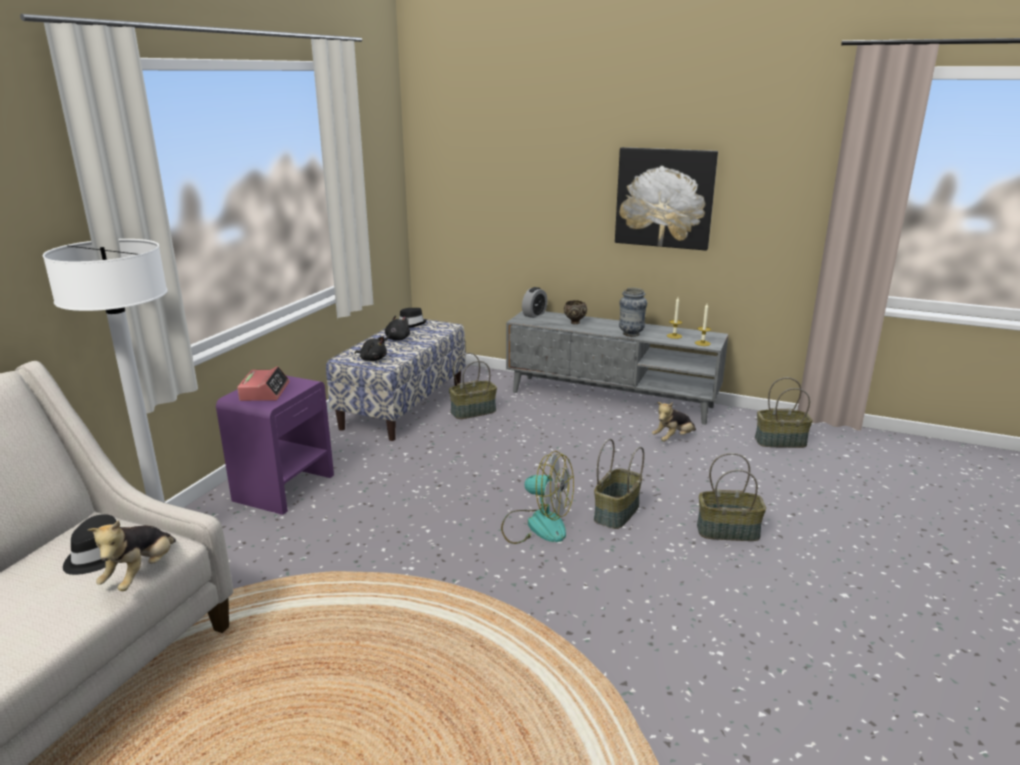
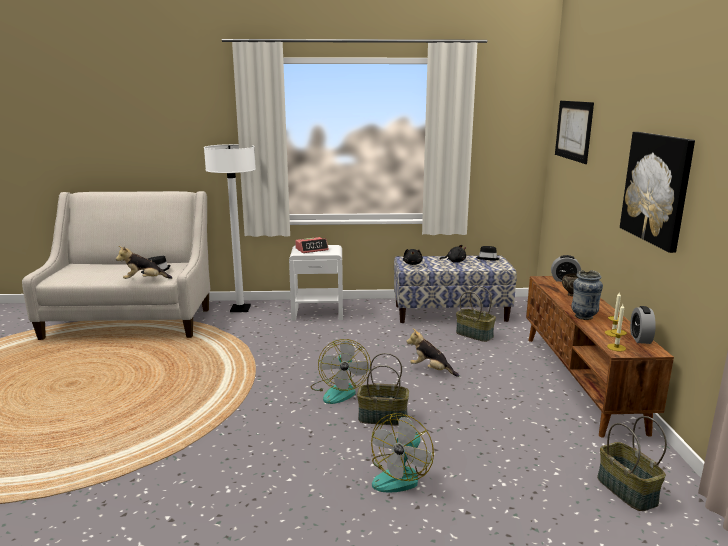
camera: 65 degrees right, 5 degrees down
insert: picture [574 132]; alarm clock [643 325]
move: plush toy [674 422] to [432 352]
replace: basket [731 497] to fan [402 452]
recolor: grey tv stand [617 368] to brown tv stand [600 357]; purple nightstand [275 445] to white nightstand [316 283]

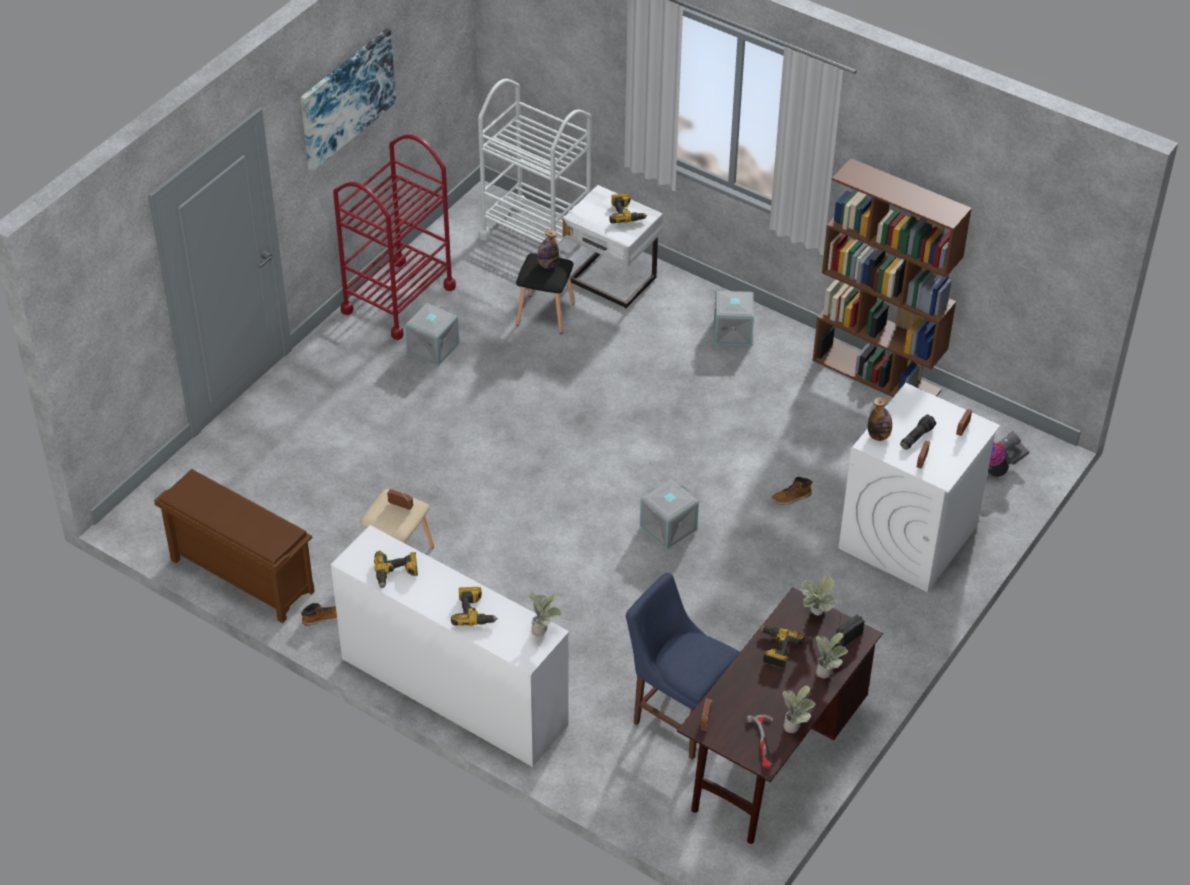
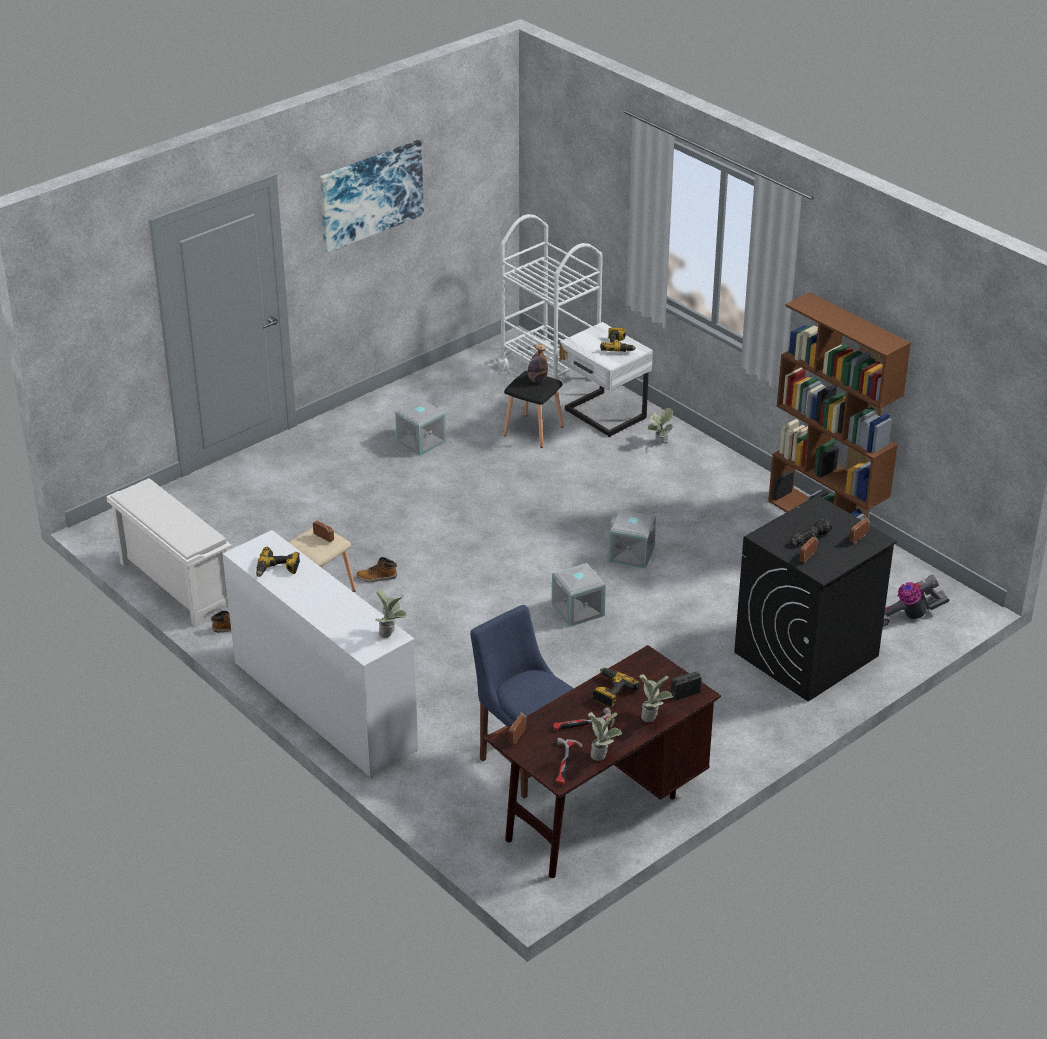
camera: 15 degrees right, 10 degrees down
delete: red cart [394 237]; bottle [880 419]; power drill [474 606]
insert: hammer [584 719]
move: grey storage box [734 318] to [632 539]; boot [792 491] to [376 569]; potted plant [818 595] to [660 425]
recolor: white washing machine [919 487] to black washing machine [815 598]; brown shoe rack [234 546] to white shoe rack [169 552]

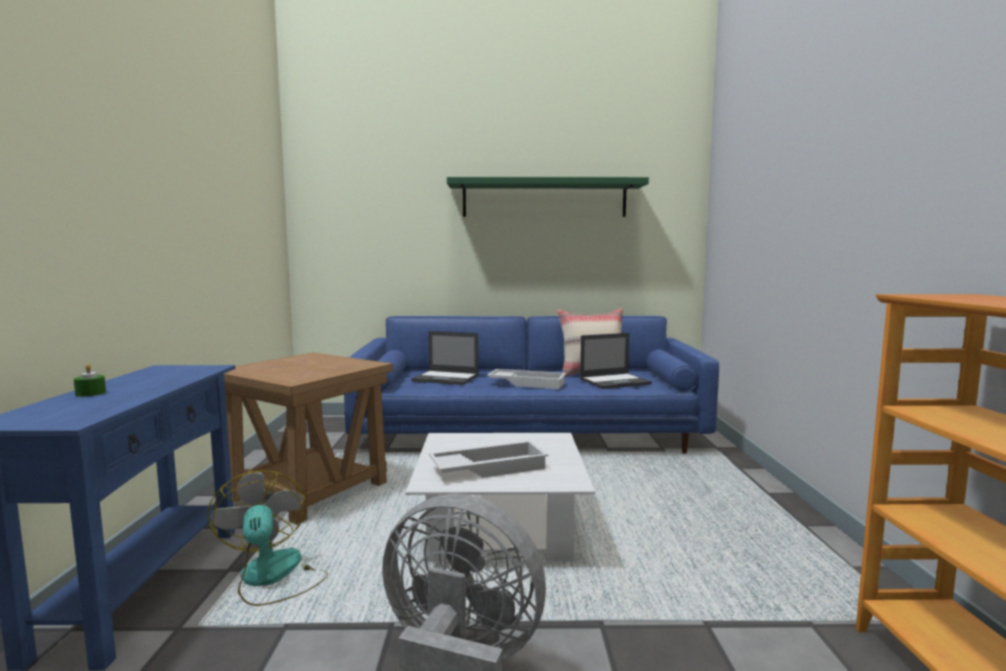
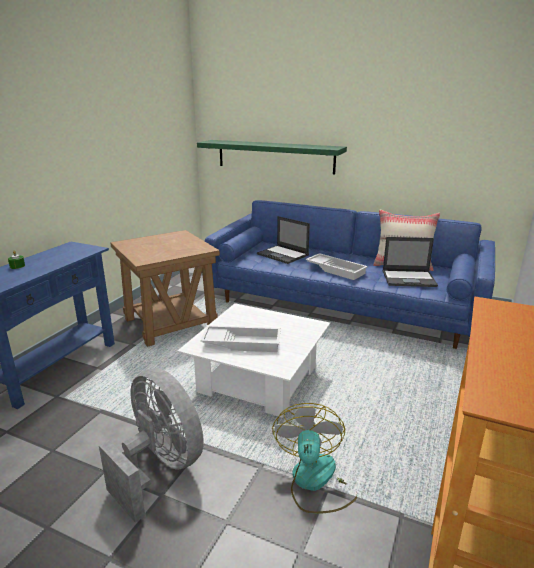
camera: 25 degrees right, 15 degrees up
move: green shelf [548 197] to [272 157]; fan [267 538] to [314 458]

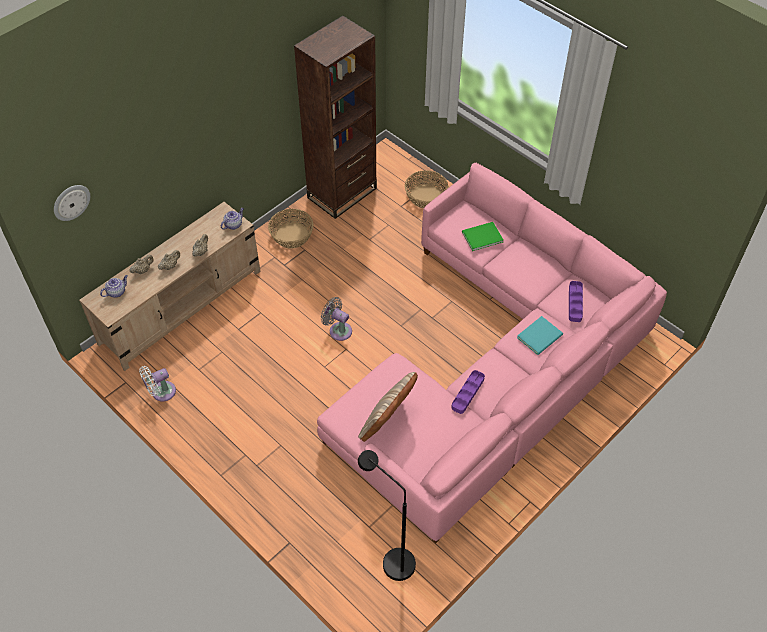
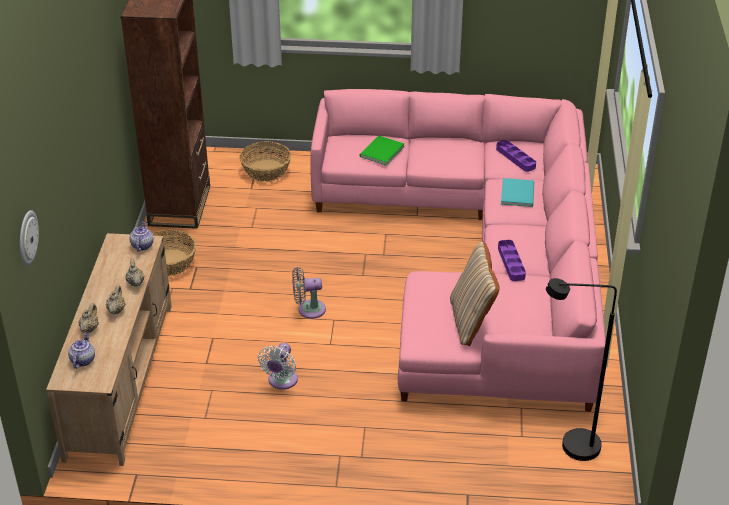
camera: 40 degrees left, 15 degrees down
move: white fan [157 384] to [278 366]

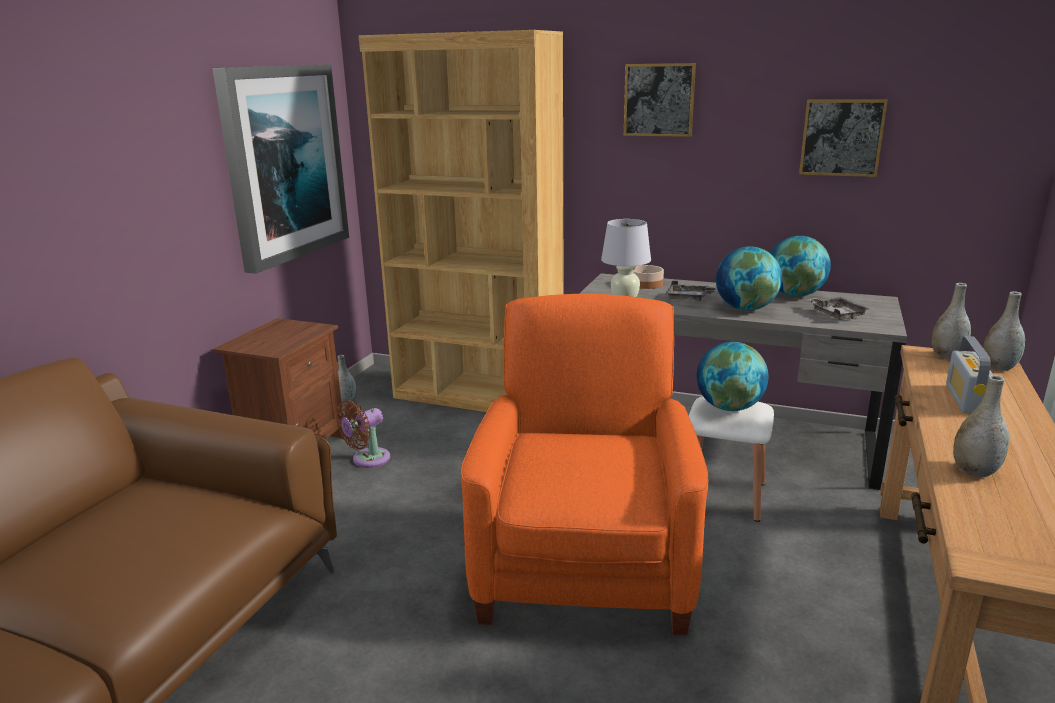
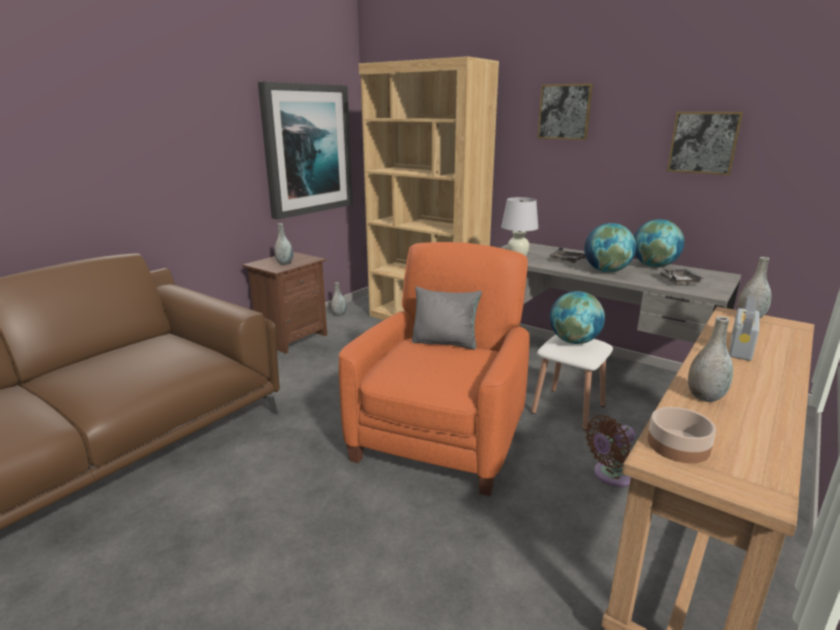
camera: 15 degrees right, 0 degrees up
insert: grey pillow [447 318]
move: bowl [648 277] to [682 435]; grey vase [1004 331] to [283 244]; brown fan [363 434] to [610 451]

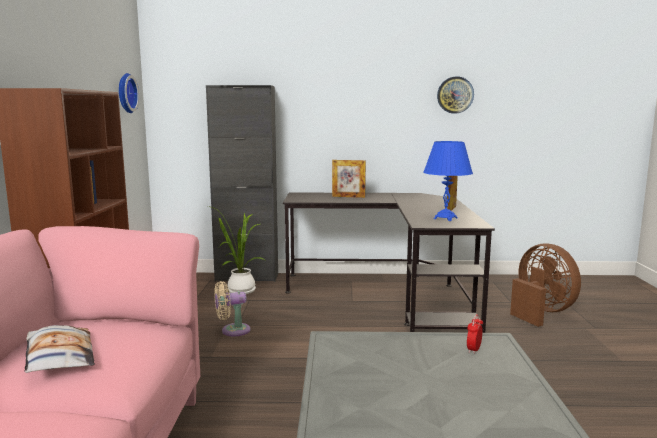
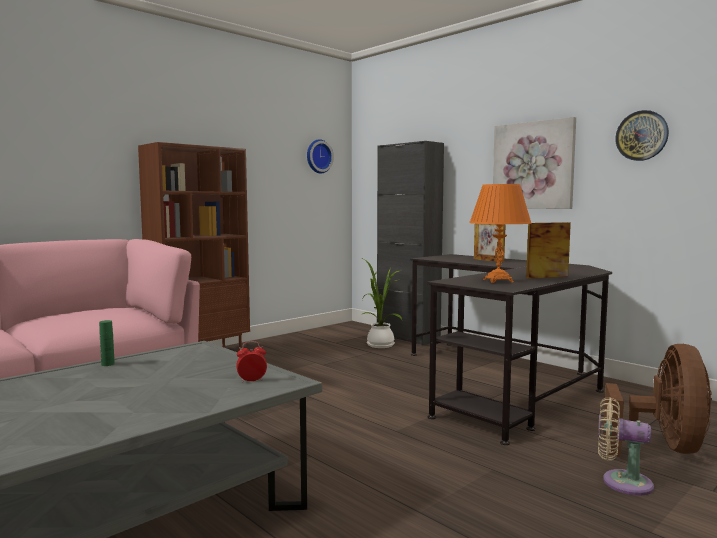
camera: 45 degrees right, 5 degrees down
delete: pillow [60 349]
insert: picture [534 163]; green bottle [107 343]
move: beige fan [232 308] to [626 446]
recolor: blue table lamp [448 181] to orange table lamp [500 233]

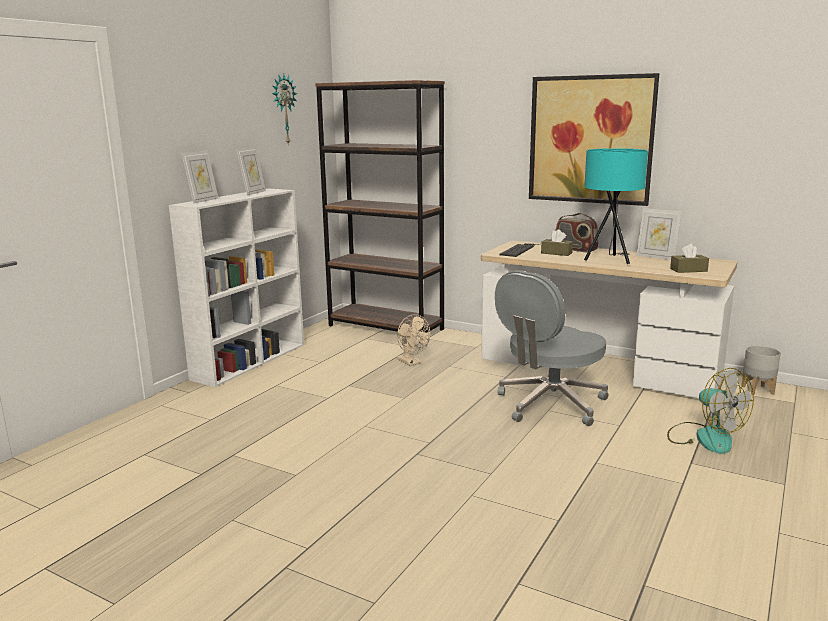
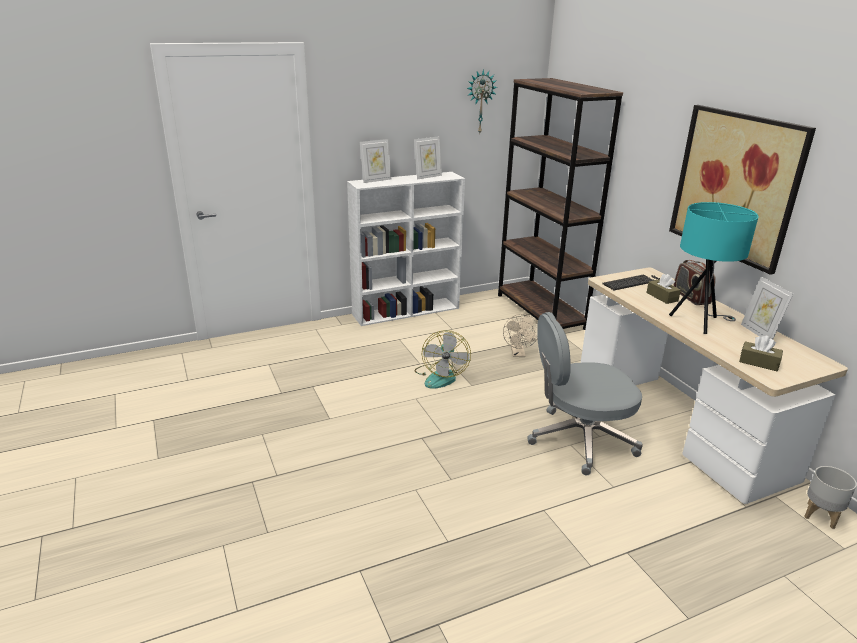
camera: 35 degrees right, 10 degrees up
move: fan [710 411] to [442 359]

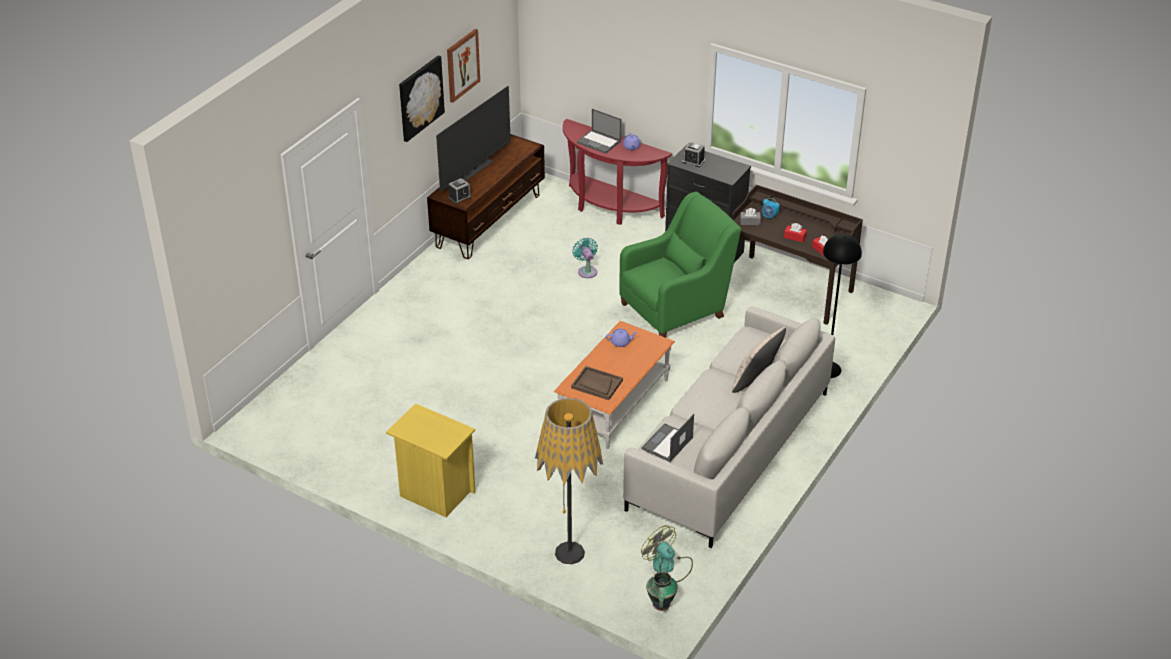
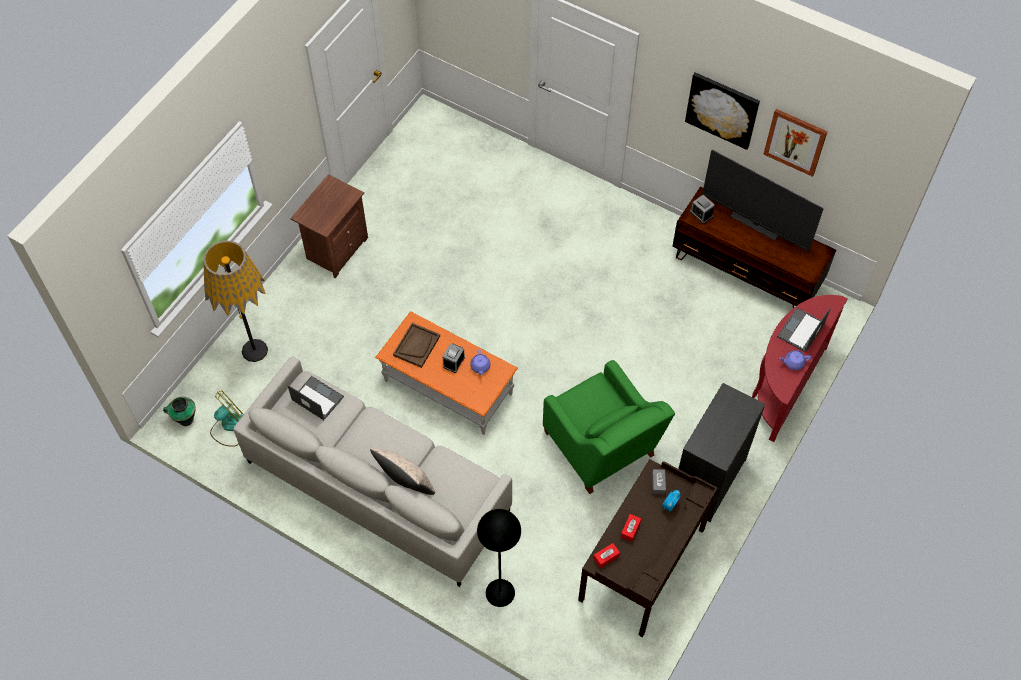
camera: 90 degrees right, 20 degrees up
delete: turquoise fan [585 258]
move: alarm clock [693 154] to [453 358]
recolor: yellow nightstand [430 460] to brown nightstand [329 226]

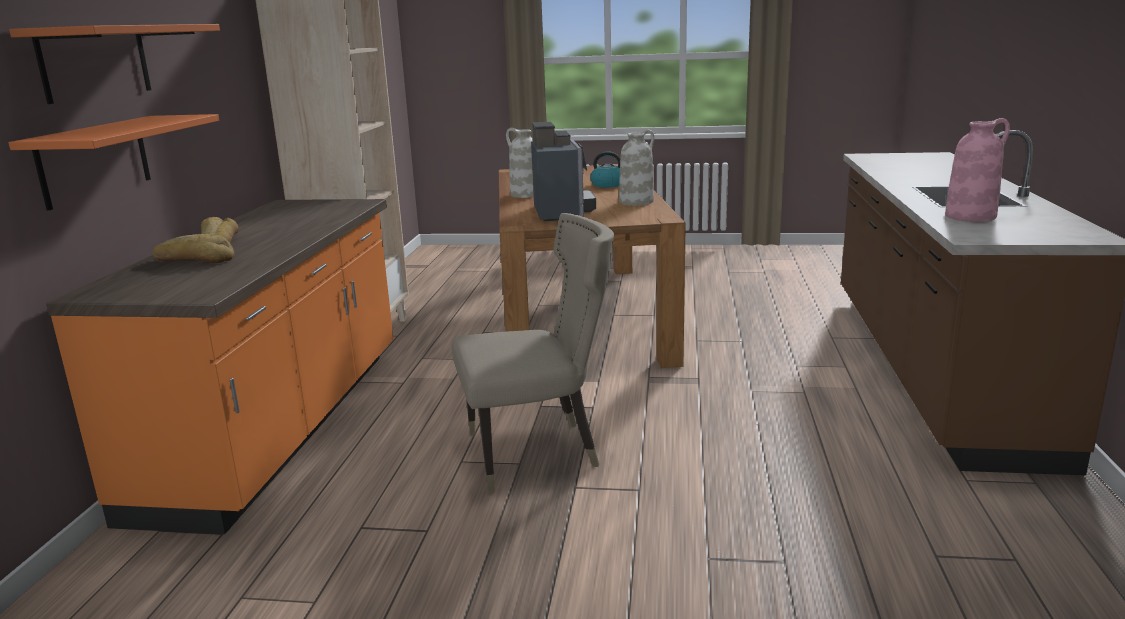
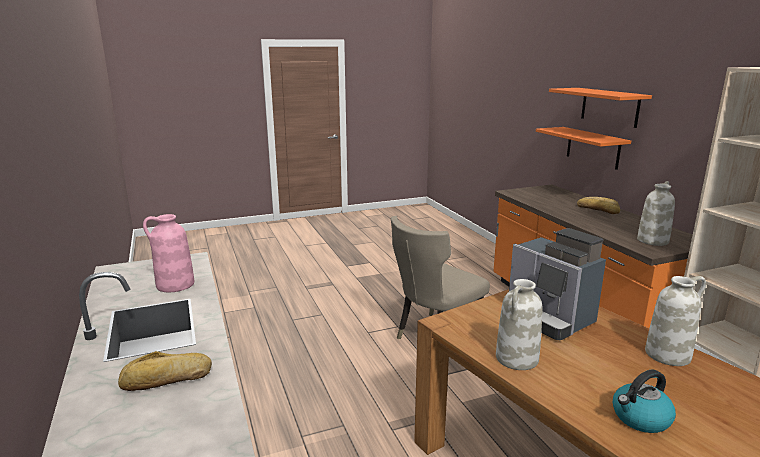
camera: 150 degrees right, 0 degrees up
insert: white vase [656 213]
move: bread [193 248] to [165 371]

